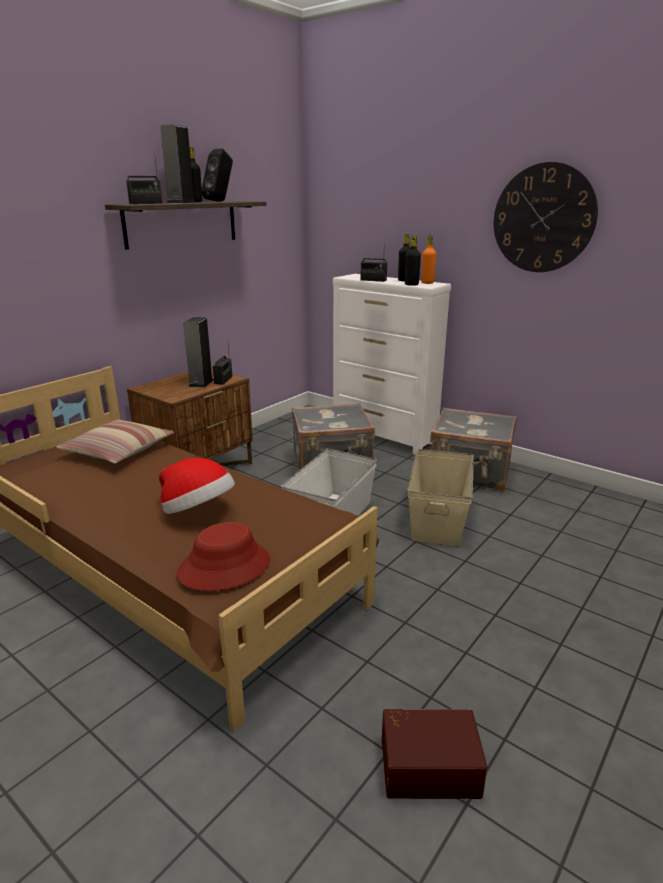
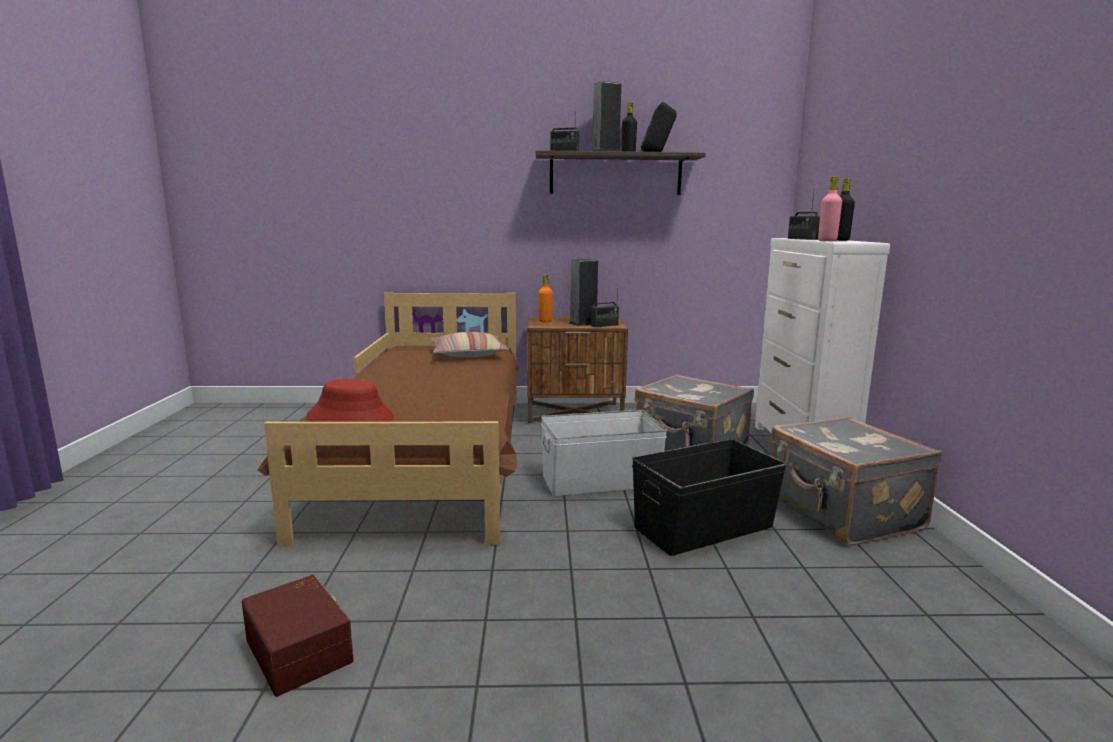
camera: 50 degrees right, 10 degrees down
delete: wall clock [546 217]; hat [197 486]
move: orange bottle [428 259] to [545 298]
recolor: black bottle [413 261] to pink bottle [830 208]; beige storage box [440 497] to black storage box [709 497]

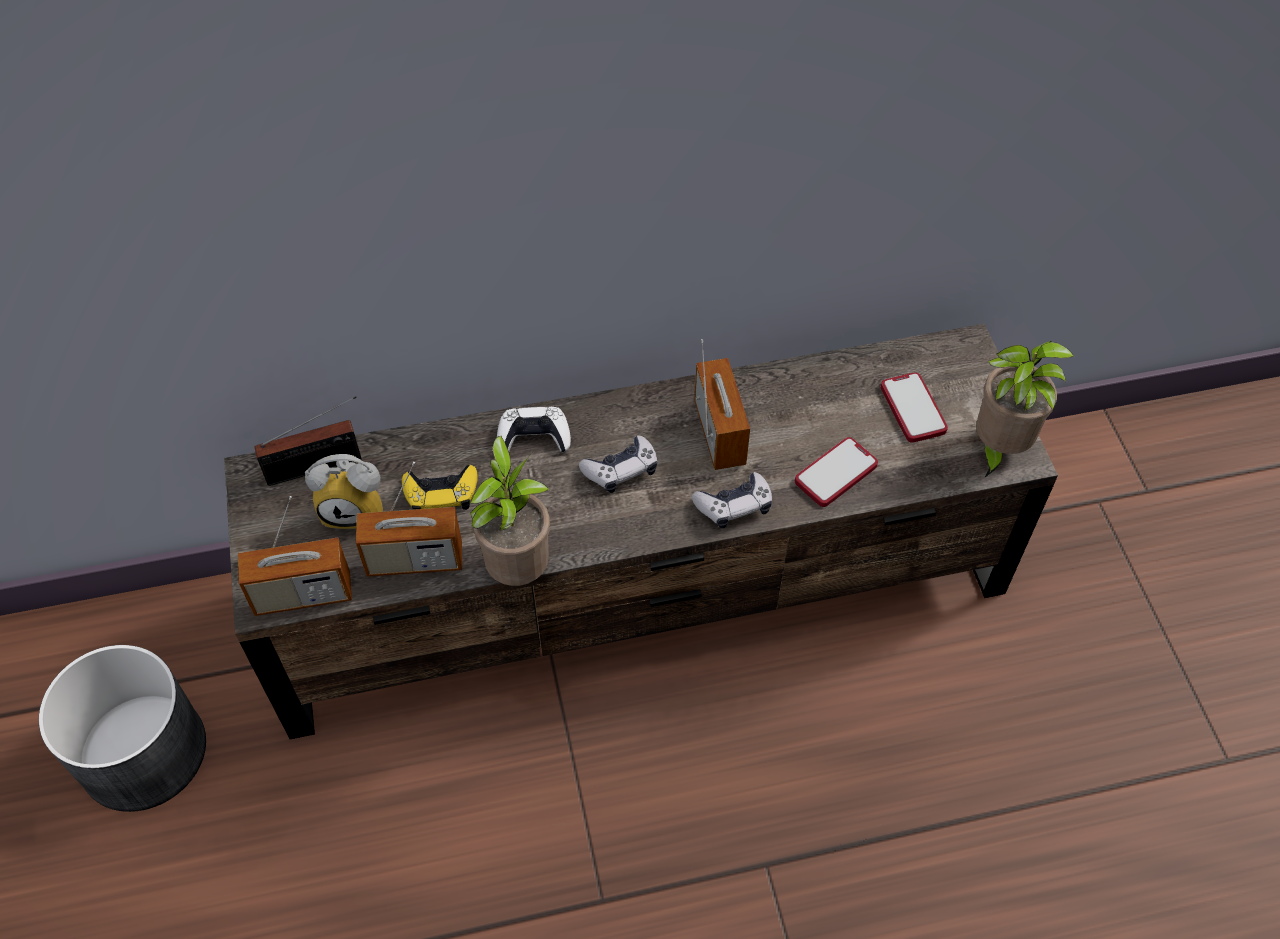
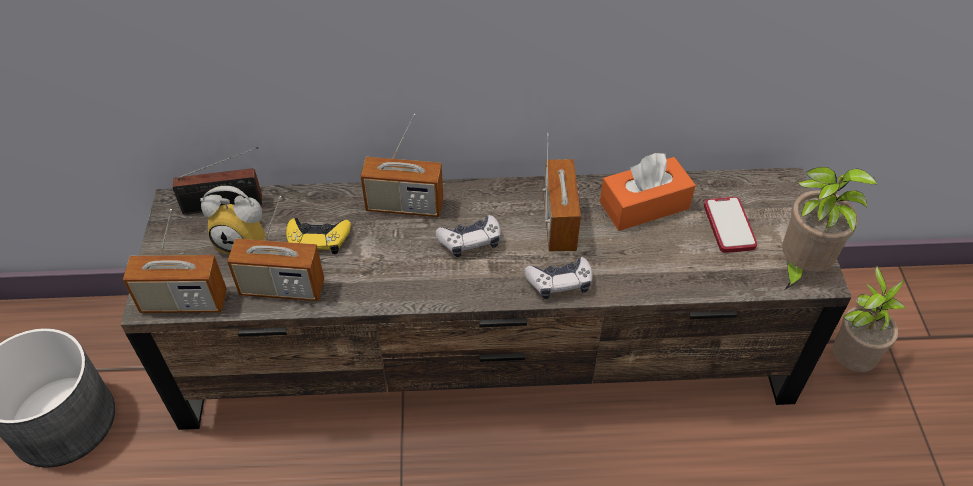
camera: 10 degrees right, 5 degrees down
delete: phone [836 472]
insert: orange tissue box [648 192]
move: potted plant [510 510] to [869 319]
replace: white game controller [534 430] to radio [401 165]

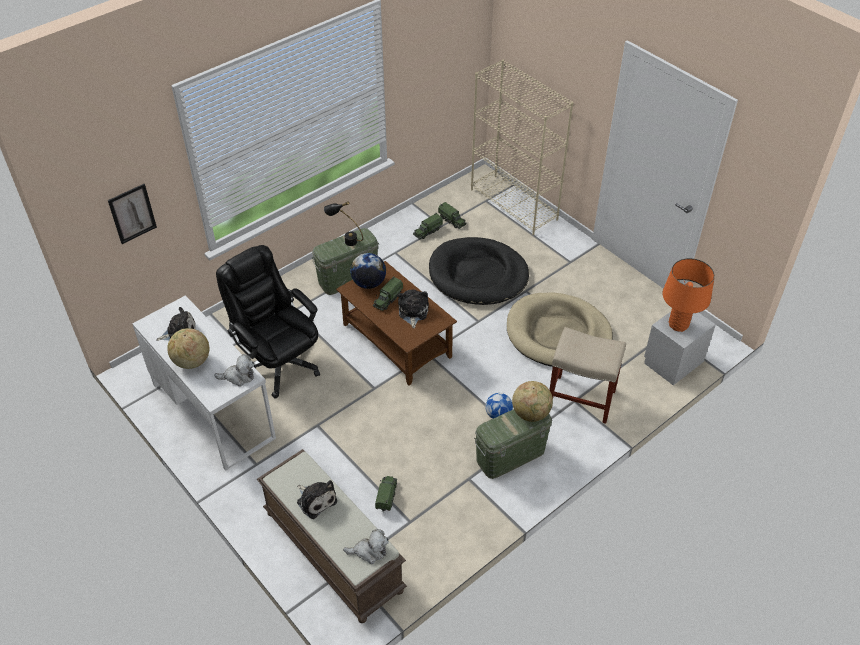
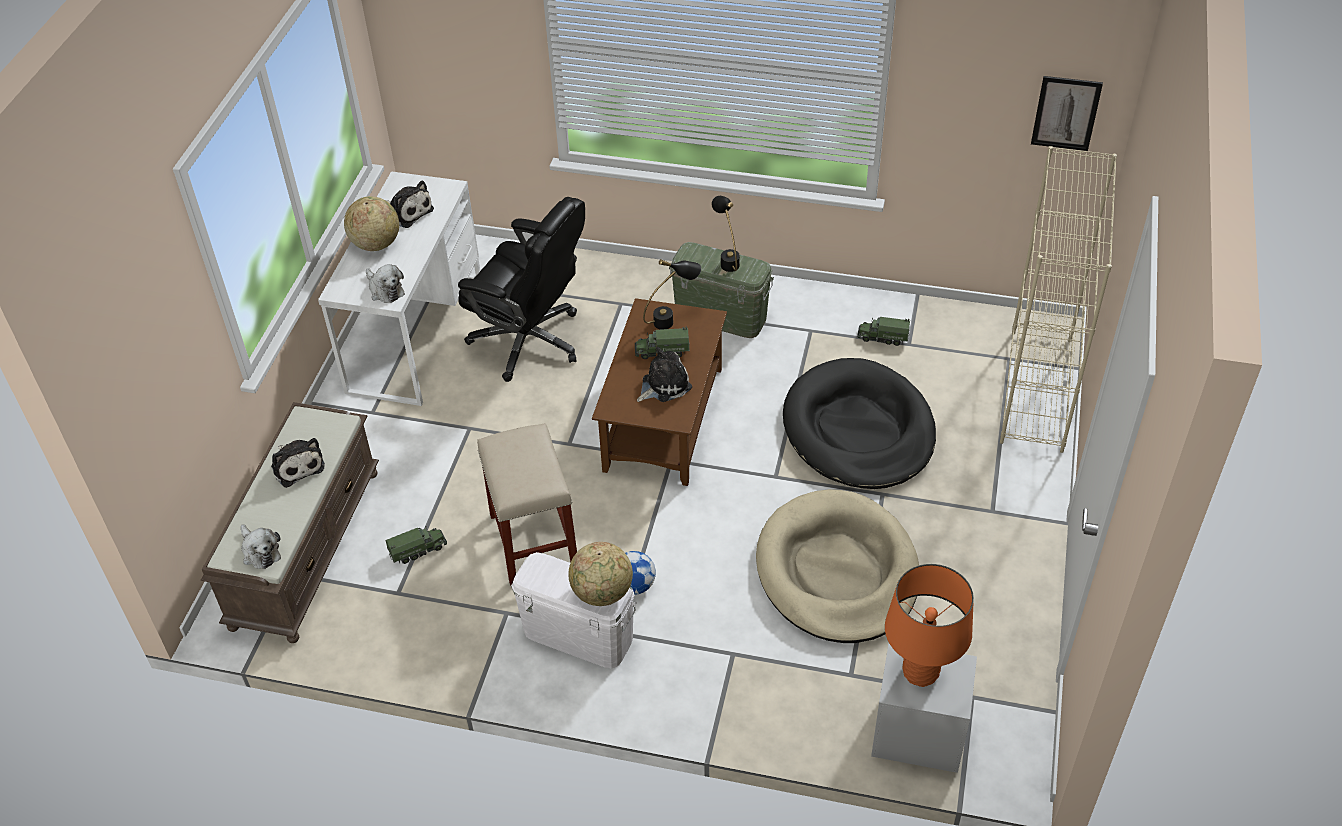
camera: 55 degrees right, 0 degrees up
delete: toy truck [452 215]
move: picture [132 214] to [1067 113]; beige stool [587 375] to [527 504]
replace: globe [368 271] to black table lamp [672 294]
recolor: green storage box [513 444] to white storage box [574 610]
rotate: black office chair [268 322] = [521 289] 105 degrees clockwise; plush toy [317 499] = [298 463] 45 degrees counterclockwise

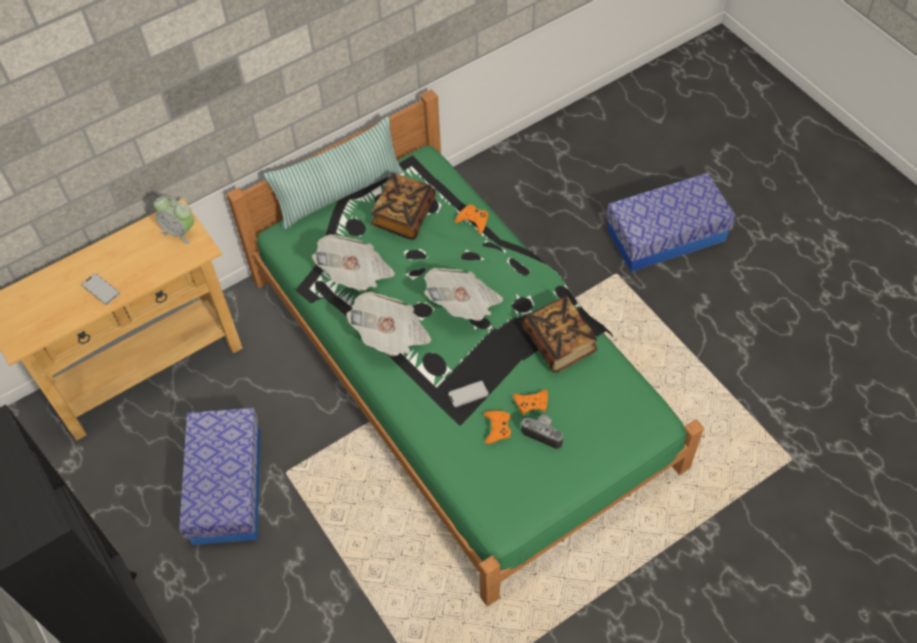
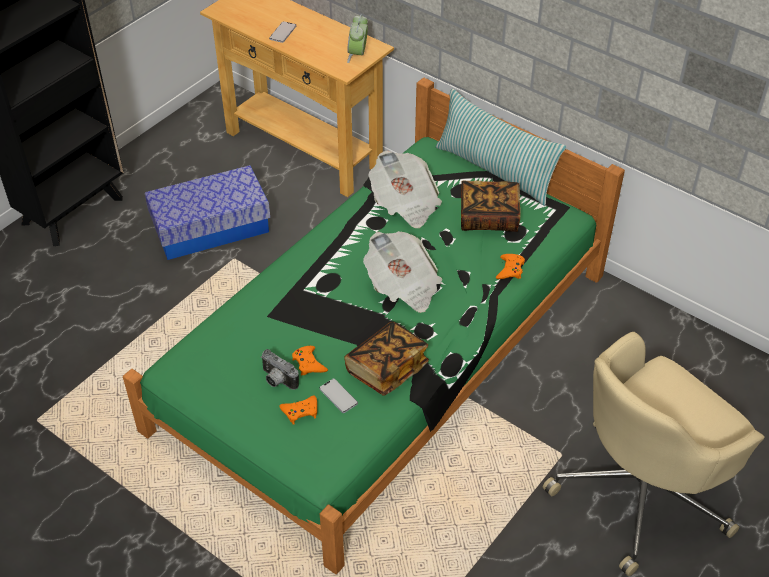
camera: 70 degrees right, 10 degrees down
delete: newspaper [388 323]
move: phone [468 393] to [338 396]; orange game controller [497 427] to [298 410]
replace: storage box [671 222] to beige office chair [654 454]
rotate: photo camera [542 431] = [280 369] 120 degrees clockwise

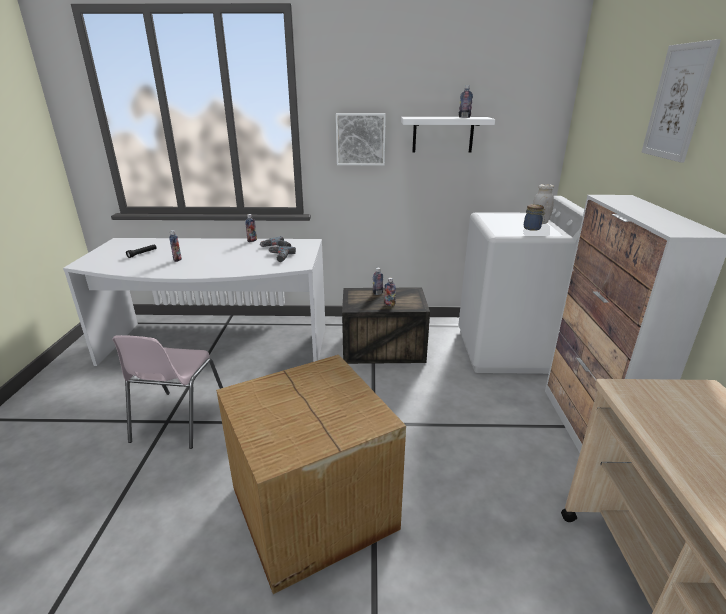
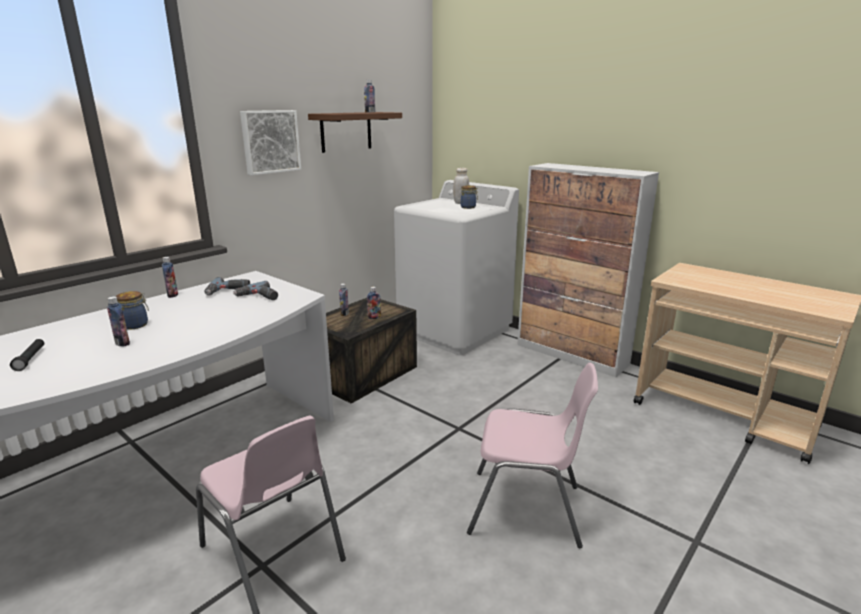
camera: 50 degrees left, 5 degrees down
delete: picture [681 101]
insert: jar [132 310]
replace: cardboard box [311 474] to pink chair [532 455]
recolor: white shelf [448 135] to brown shelf [355 132]

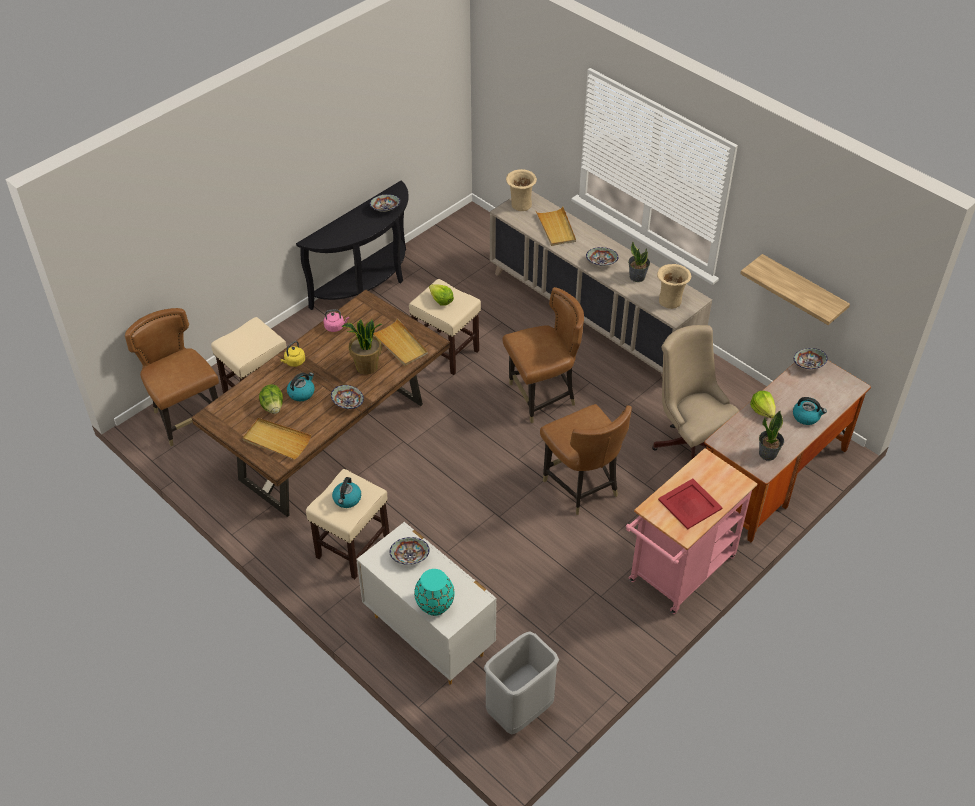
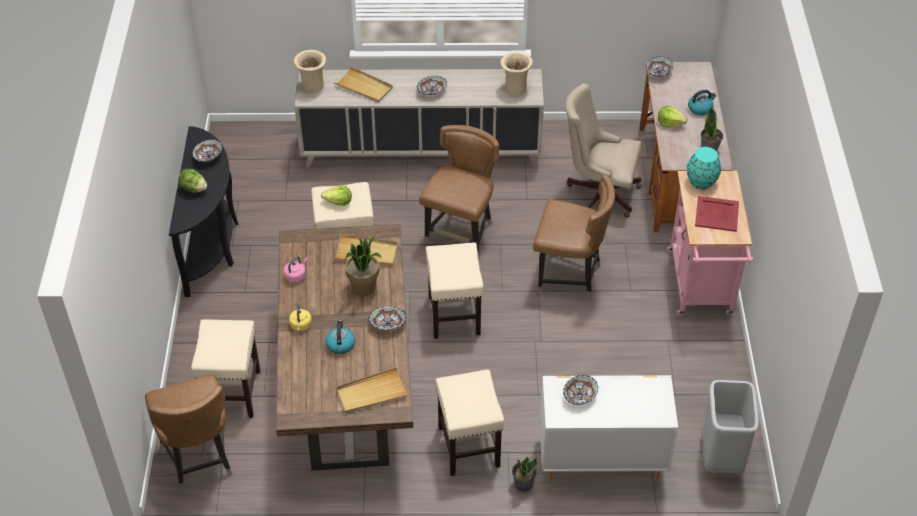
camera: 45 degrees left, 0 degrees up
delete: shelf [795 289]; kettle [346 492]
insert: beige stool [454 291]
move: potted plant [639 261] to [524 474]; lettuce [271 399] to [193 181]; turquoise vase [434 592] to [704 168]
rotate: brown chair [172 377] = [189 432] 120 degrees counterclockwise

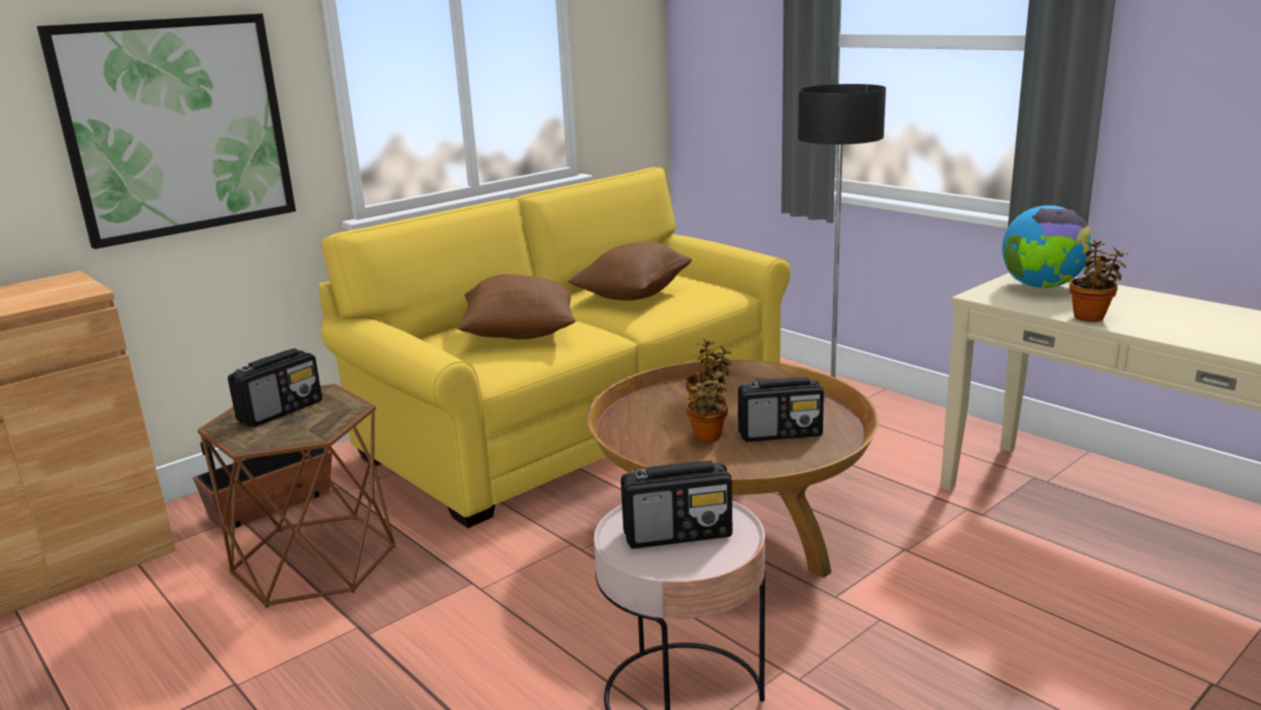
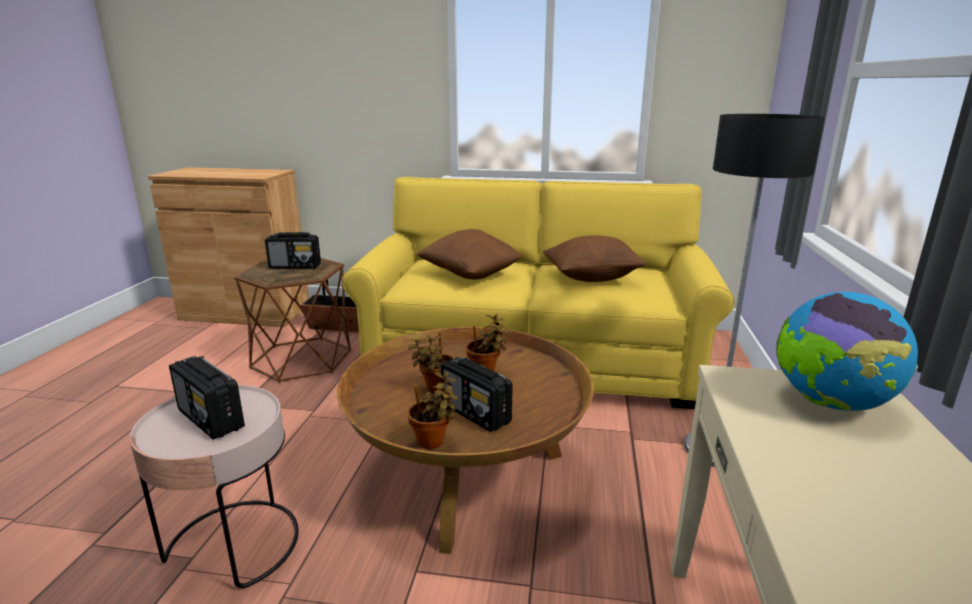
camera: 50 degrees right, 0 degrees up
delete: picture [166 131]
move: potted plant [1098 281] to [433 410]

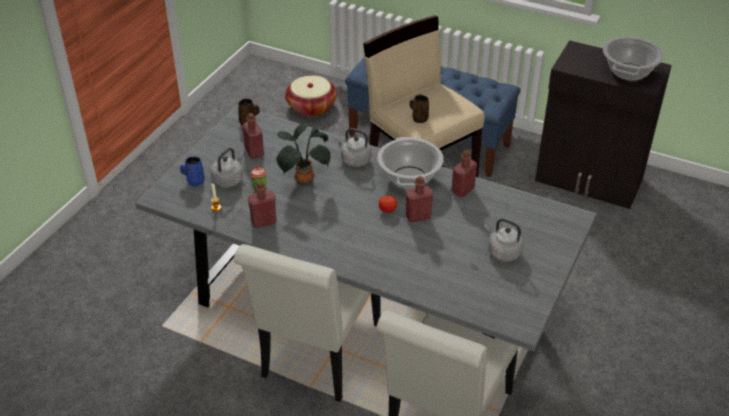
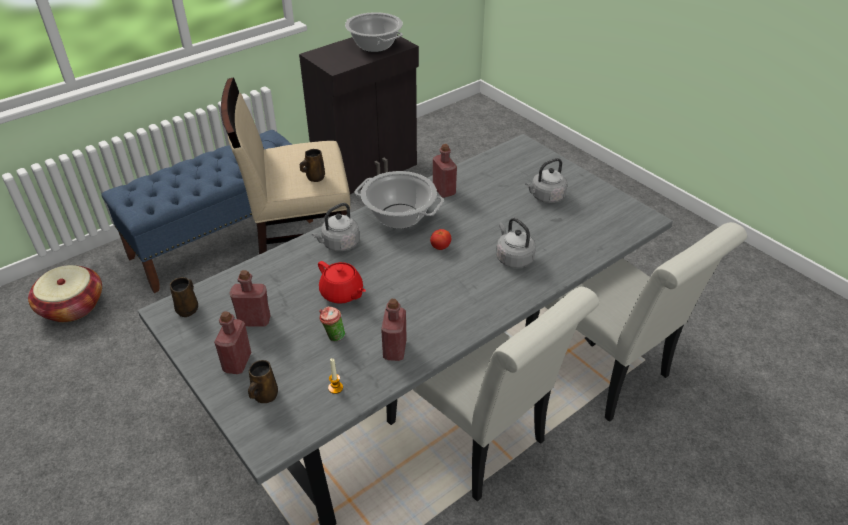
camera: 65 degrees left, 0 degrees up
move: grey kettle [227 168] to [516 243]; red bottle [419 199] to [232 342]
replace: potted plant [303 155] to red teapot [342 282]
recolor: blue mug [192 171] to brown mug [263 381]

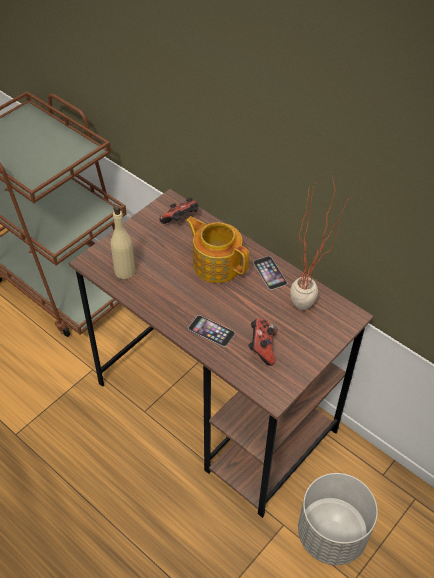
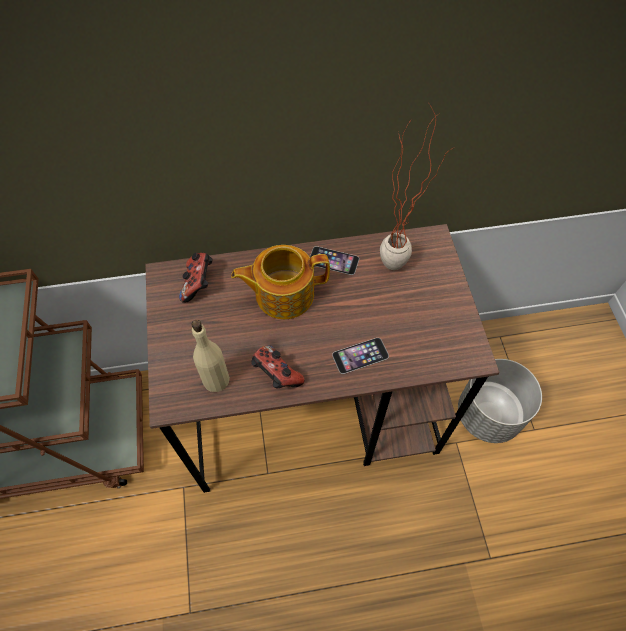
camera: 50 degrees left, 10 degrees up
move: game controller [263 342] to [278 366]

